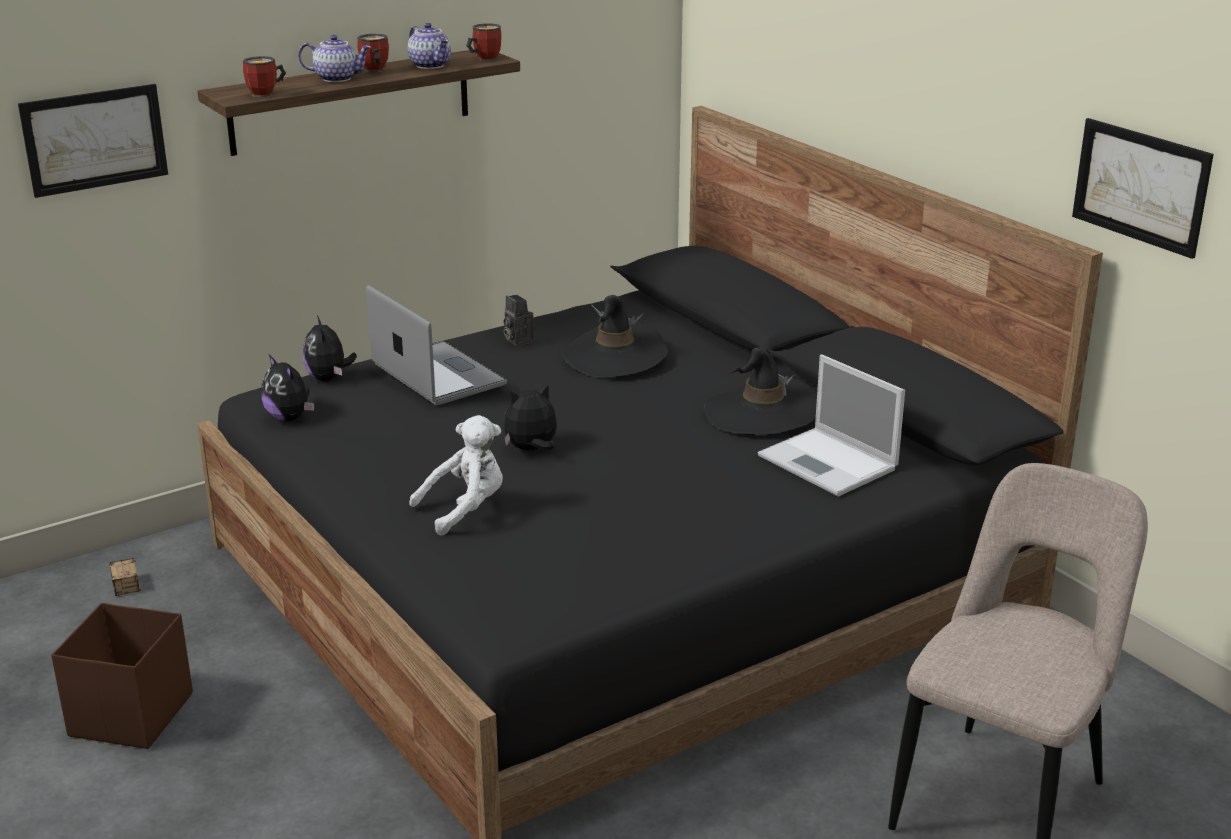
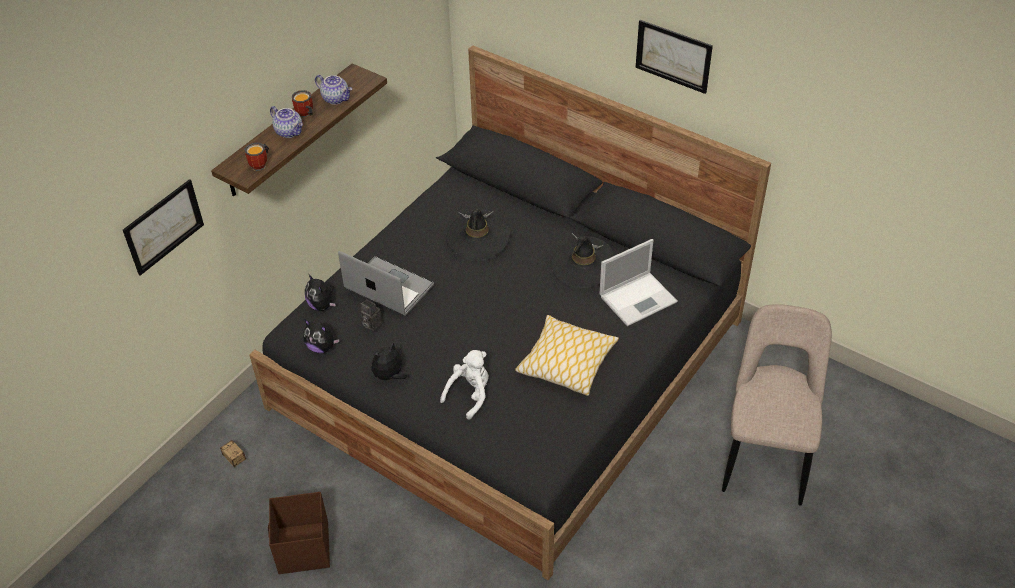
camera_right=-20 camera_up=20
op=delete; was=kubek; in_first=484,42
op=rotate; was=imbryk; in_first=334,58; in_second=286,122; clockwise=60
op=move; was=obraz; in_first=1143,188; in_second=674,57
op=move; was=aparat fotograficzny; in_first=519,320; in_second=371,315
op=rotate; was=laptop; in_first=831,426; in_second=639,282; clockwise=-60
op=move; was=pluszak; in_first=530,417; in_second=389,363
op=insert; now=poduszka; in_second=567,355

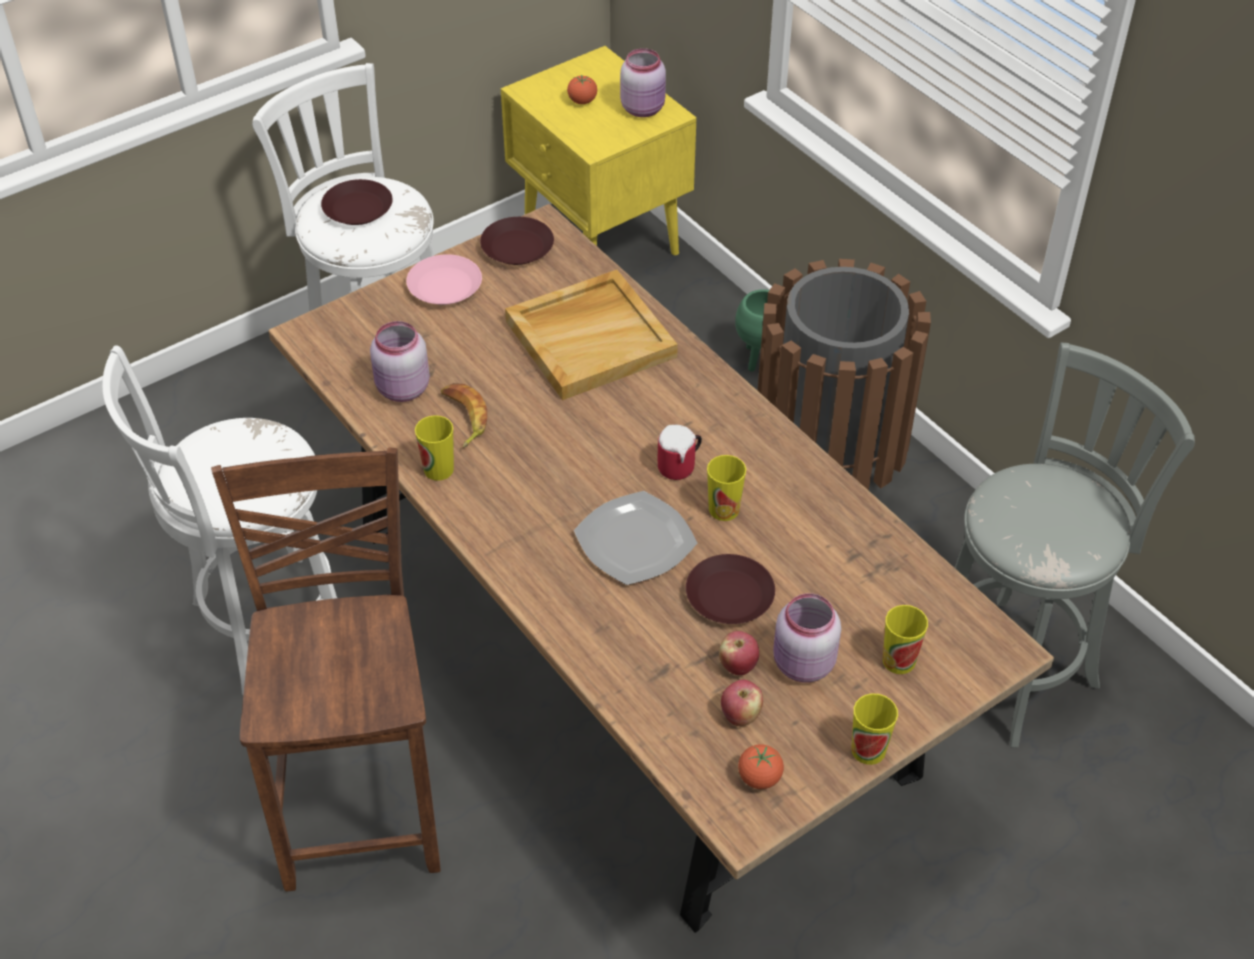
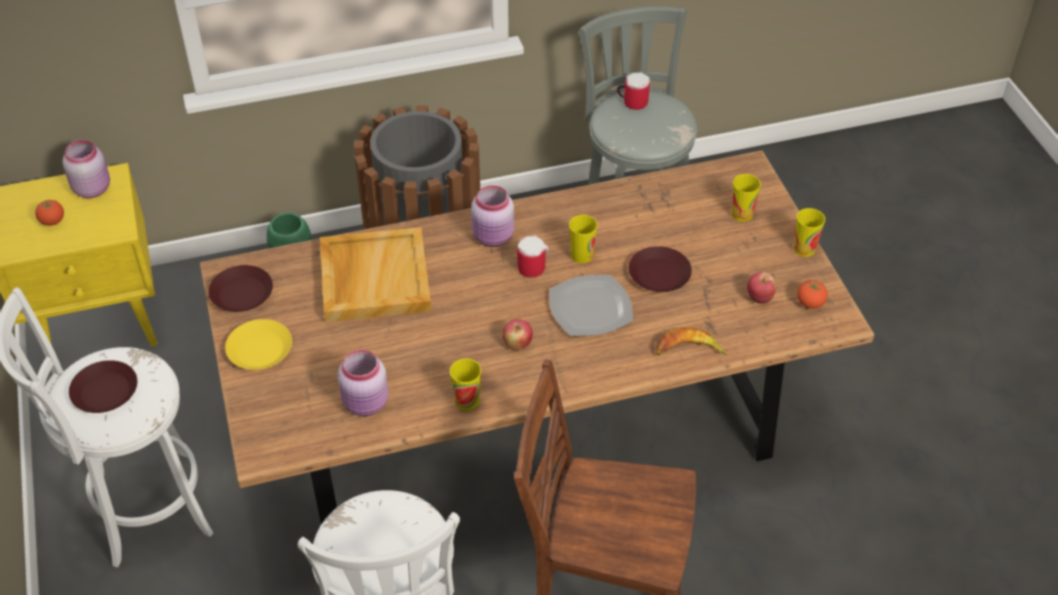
camera_right=-70 camera_up=0
op=recolor; was=talerz (różowy); now=talerz (żółty); in_first=444,279; in_second=258,344
op=move; was=banan; in_first=464,415; in_second=691,341
op=move; was=słoik (różowy); in_first=807,637; in_second=492,216
op=move; was=jabłko; in_first=739,653; in_second=518,334
op=insert; now=kubek; in_second=633,91

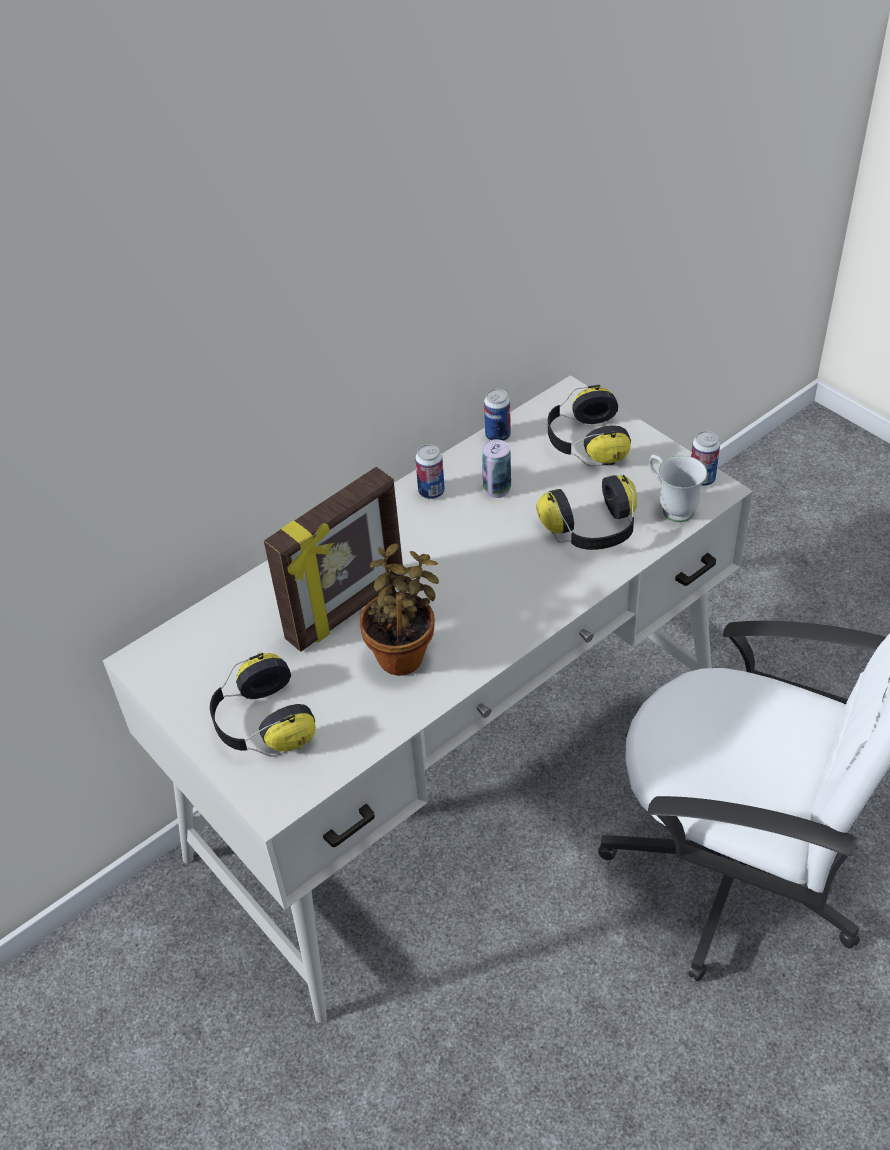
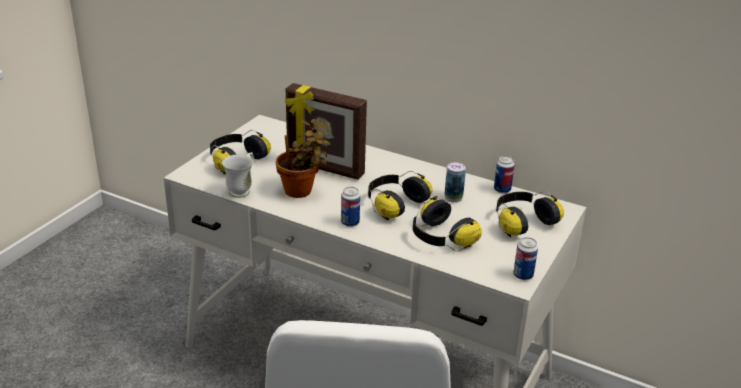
camera_right=65 camera_up=-15
op=move; was=puszka; in_first=430,471; in_second=350,207
op=move; was=kubek (biały); in_first=678,488; in_second=238,175
op=insert; now=słuchawki; in_second=400,195

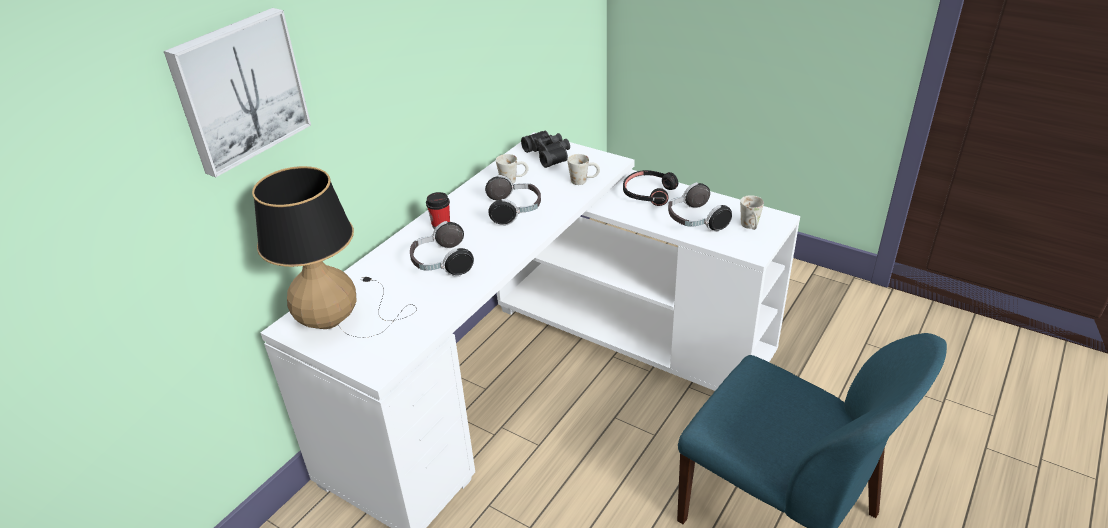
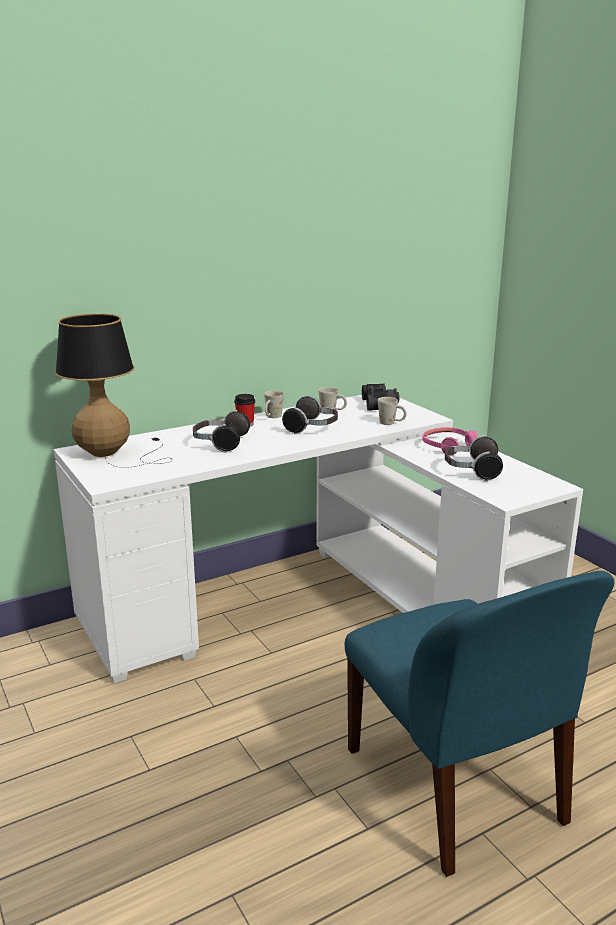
camera_right=25 camera_up=-15
op=delete; was=obraz; in_first=237,92
op=recolor; was=słuchawki (czarny); now=słuchawki (różowy); in_first=650,188; in_second=450,441
op=move; was=kubek (biały); in_first=752,212; in_second=274,404

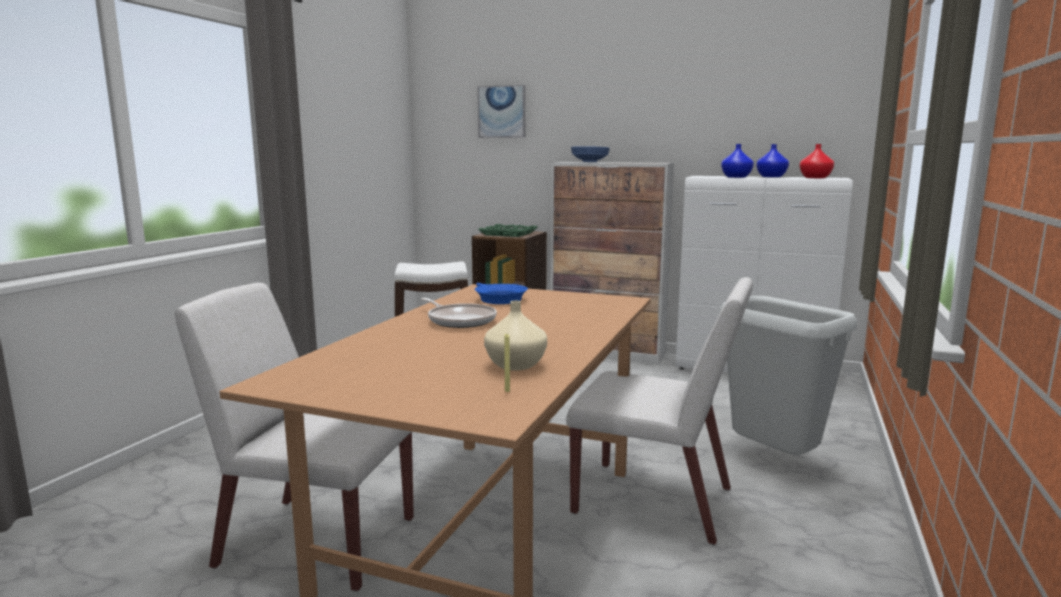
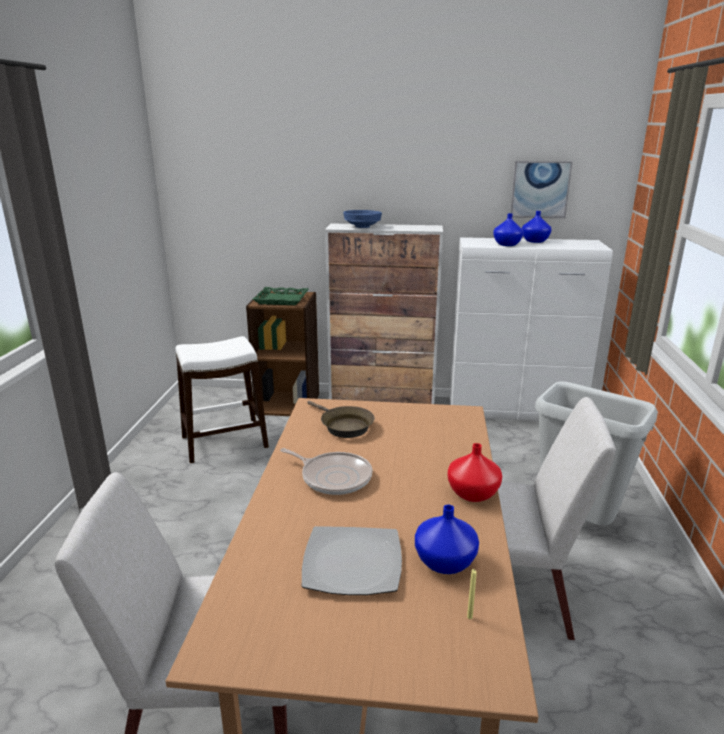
camera_right=-15 camera_up=10
op=move; was=obraz; in_first=501,111; in_second=541,189
op=move; was=wazon (czerwony); in_first=816,161; in_second=475,472
op=recolor; was=patelnia (niebieski); now=patelnia (brązowy); in_first=501,293; in_second=341,419
op=recolor; was=wazon (beżowy); now=wazon (niebieski); in_first=515,336; in_second=447,539
op=insert; now=talerz; in_second=352,560

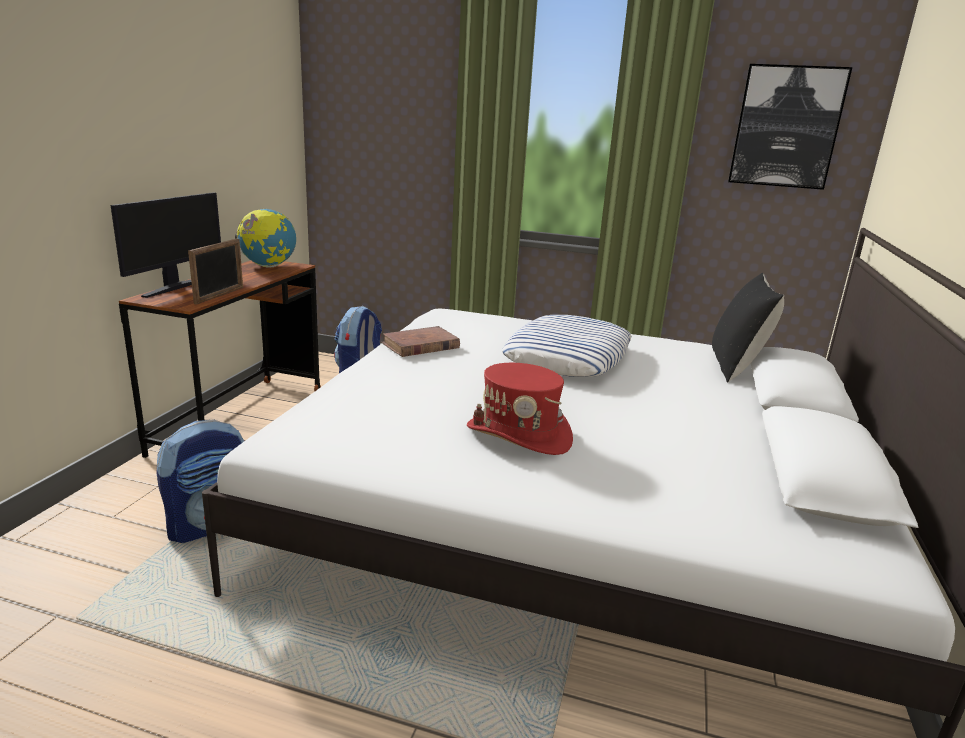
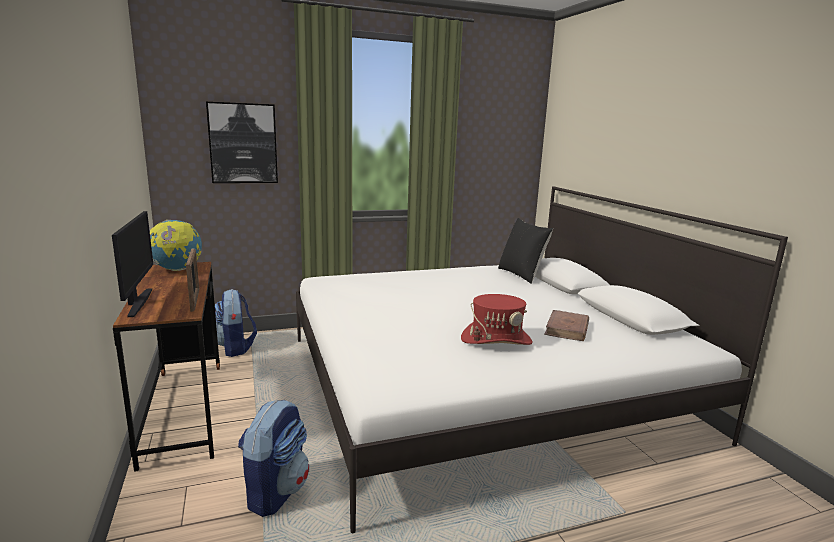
camera_right=-35 camera_up=-5
op=move; was=obraz; in_first=790,127; in_second=242,142
op=delete; was=poduszka; in_first=567,346
op=move; was=książka (brązowy); in_first=420,341; in_second=566,325

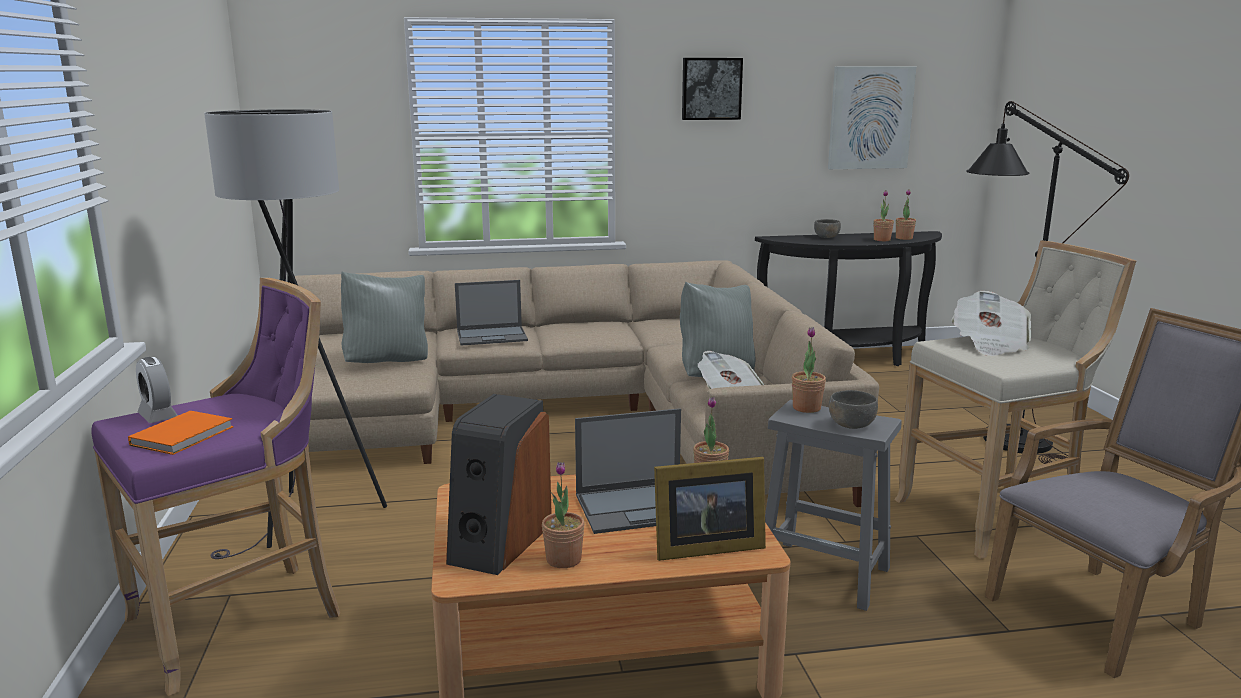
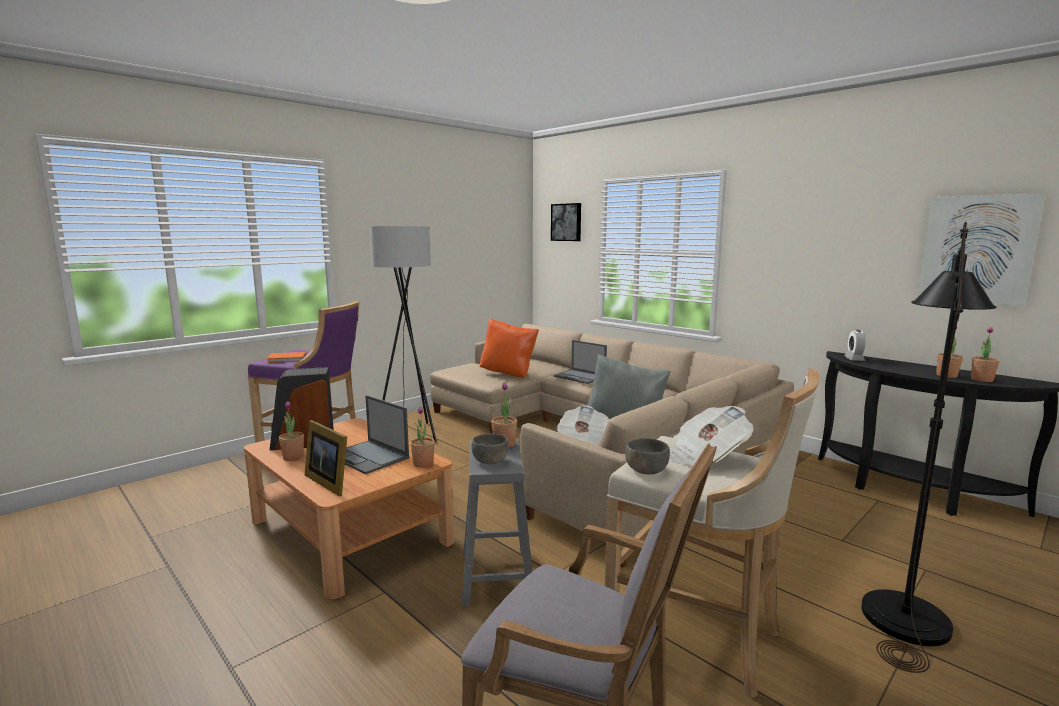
camera_right=55 camera_up=-5
op=move; was=obraz; in_first=712,89; in_second=566,222
op=move; was=miska (szary); in_first=827,228; in_second=647,456
op=recolor; was=poduszka (szary); now=poduszka (pomarańczowy); in_first=384,317; in_second=509,348
op=move; was=budzik; in_first=157,390; in_second=854,345

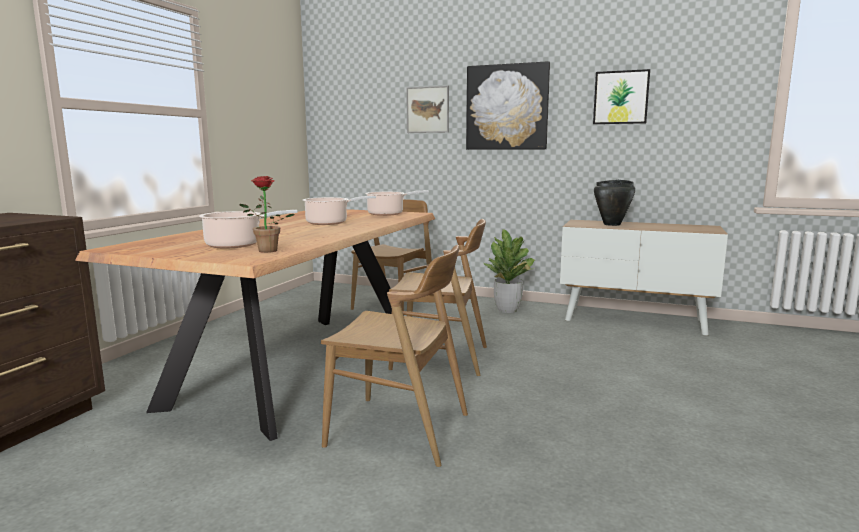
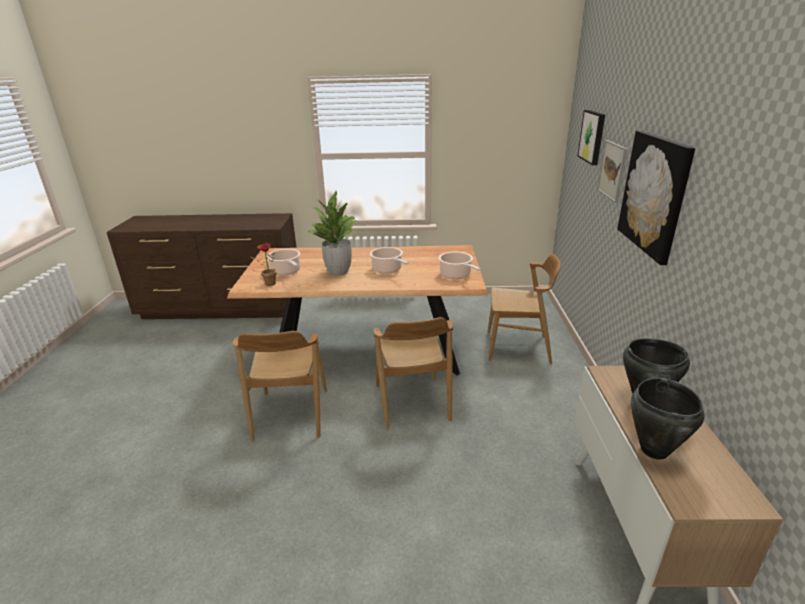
camera_right=70 camera_up=15
op=move; was=obraz; in_first=621,96; in_second=591,137
op=move; was=roślina doniczkowa; in_first=509,271; in_second=332,233
op=insert; now=garnek (czarny); in_second=667,418

